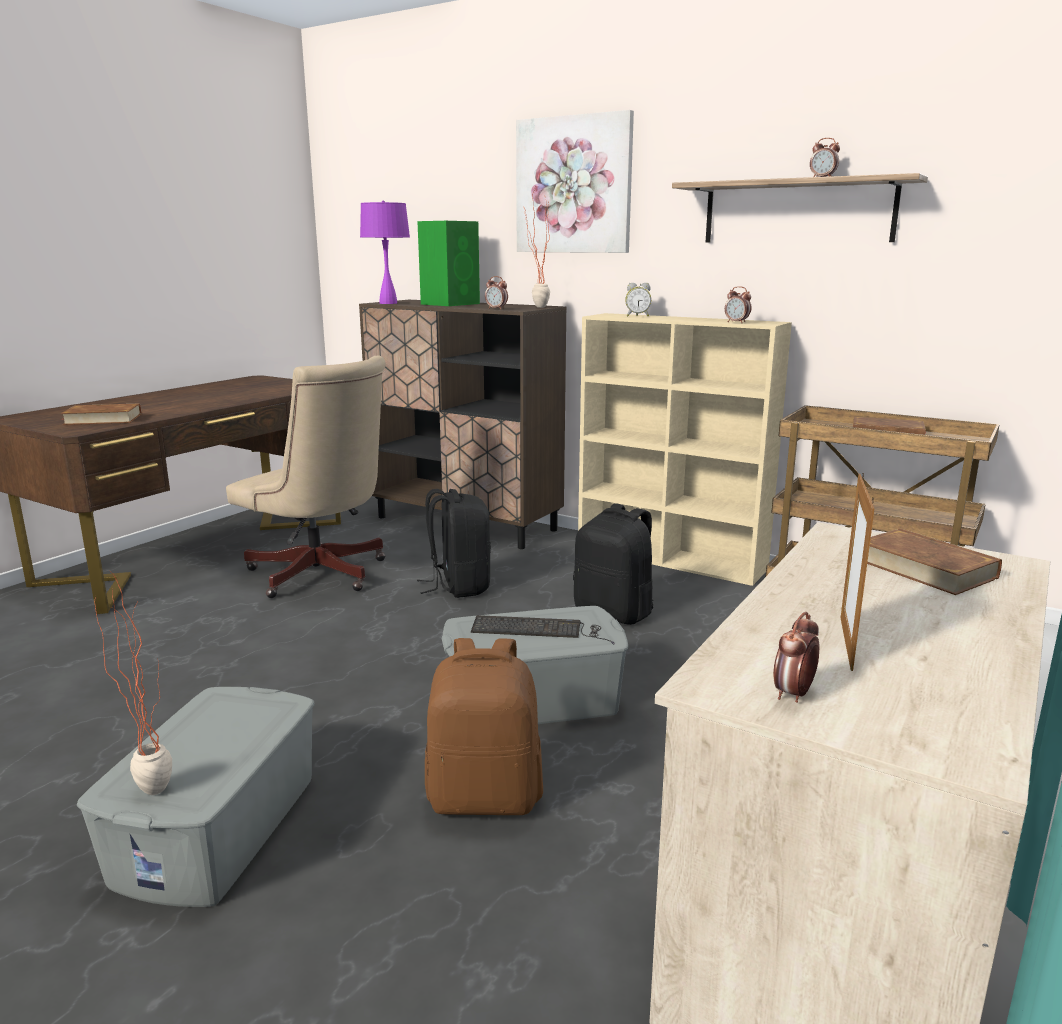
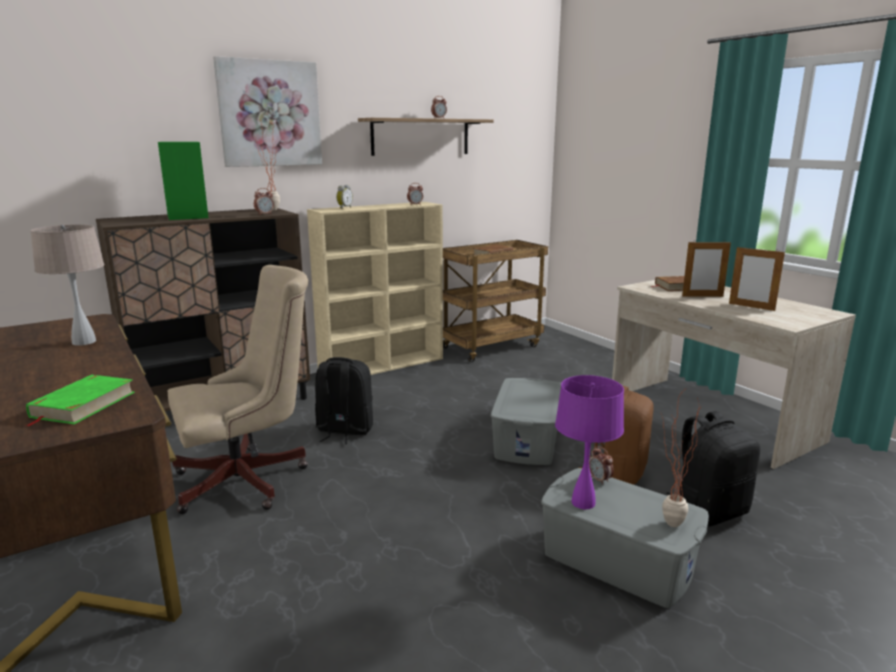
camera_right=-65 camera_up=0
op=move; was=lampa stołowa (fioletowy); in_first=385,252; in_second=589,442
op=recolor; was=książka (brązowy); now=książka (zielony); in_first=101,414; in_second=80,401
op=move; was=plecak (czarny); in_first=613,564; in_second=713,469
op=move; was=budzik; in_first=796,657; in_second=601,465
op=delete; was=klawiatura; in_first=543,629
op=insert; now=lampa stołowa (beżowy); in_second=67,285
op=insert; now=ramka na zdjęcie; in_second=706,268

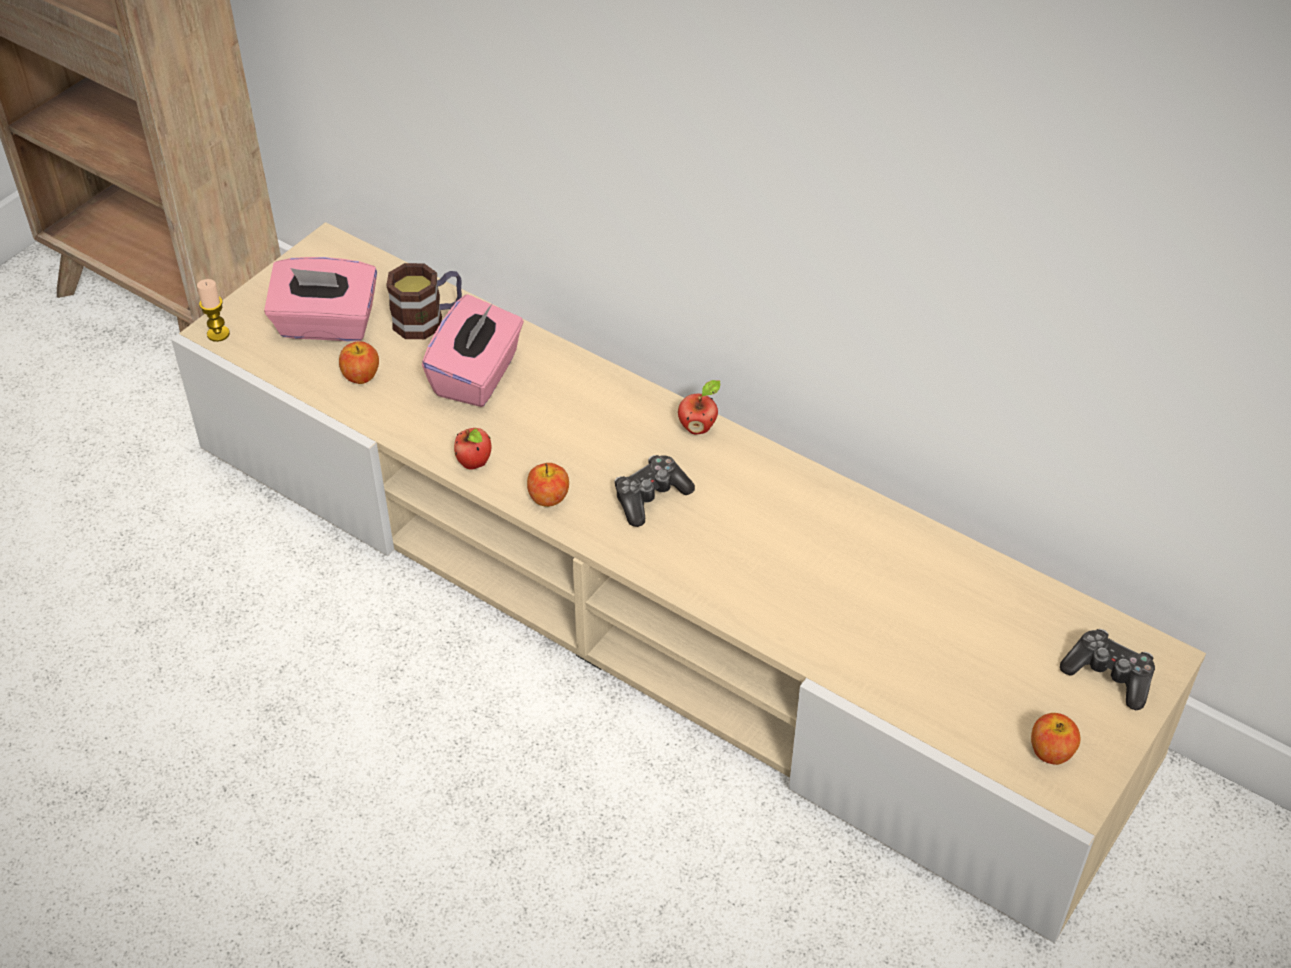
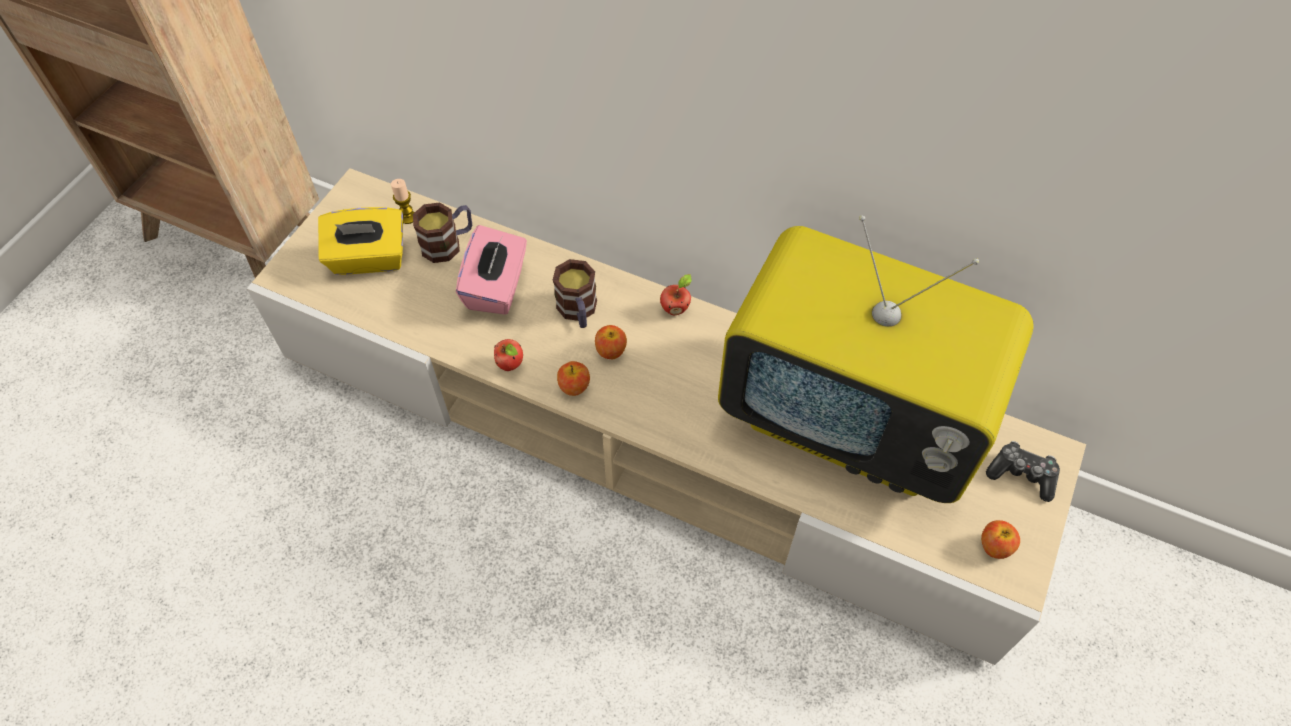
camera_right=-10 camera_up=10
op=recolor; was=pudełko chusteczek (różowy); now=pudełko chusteczek (żółty); in_first=320,299; in_second=360,241
op=move; was=świeca; in_first=213,310; in_second=403,201
op=move; was=jabłko; in_first=359,362; in_second=611,342
op=delete; was=pad do gier; in_first=654,491
op=insert; now=telewizor; in_second=876,359
op=insert; now=kubek; in_second=575,293

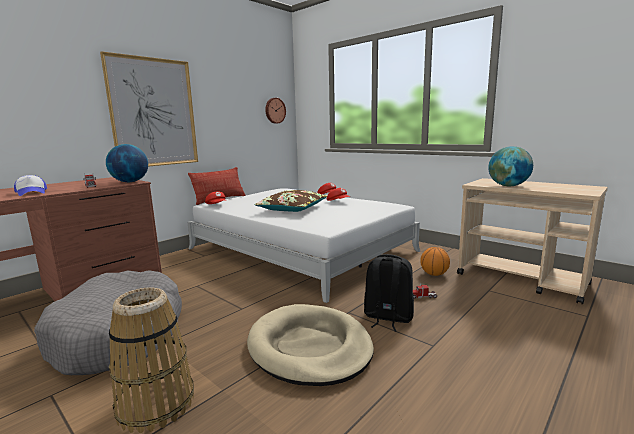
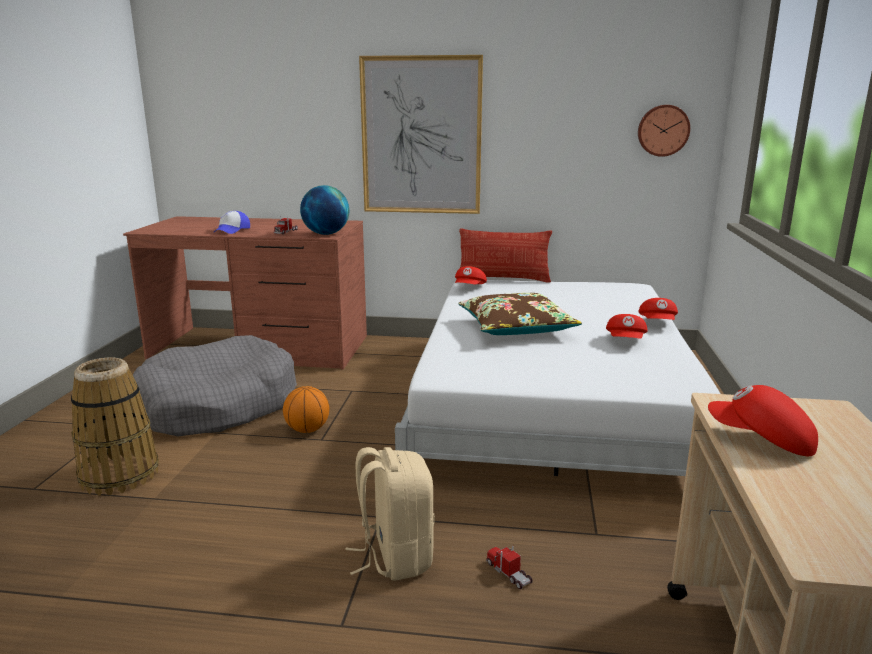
camera_right=55 camera_up=5
op=replace; was=globus; now=czapka z daszkiem (czerwony); in_first=510,166; in_second=763,420
op=move; was=piłka do koszykówki; in_first=435,261; in_second=306,409
op=recolor; was=plecak (czarny); now=plecak (beżowy); in_first=389,292; in_second=390,514
op=delete; was=legowisko (beżowy); in_first=310,345

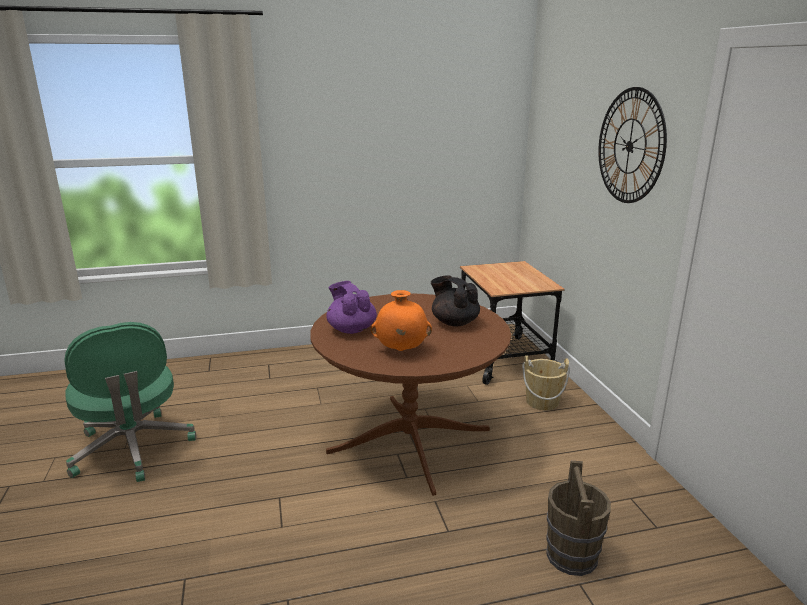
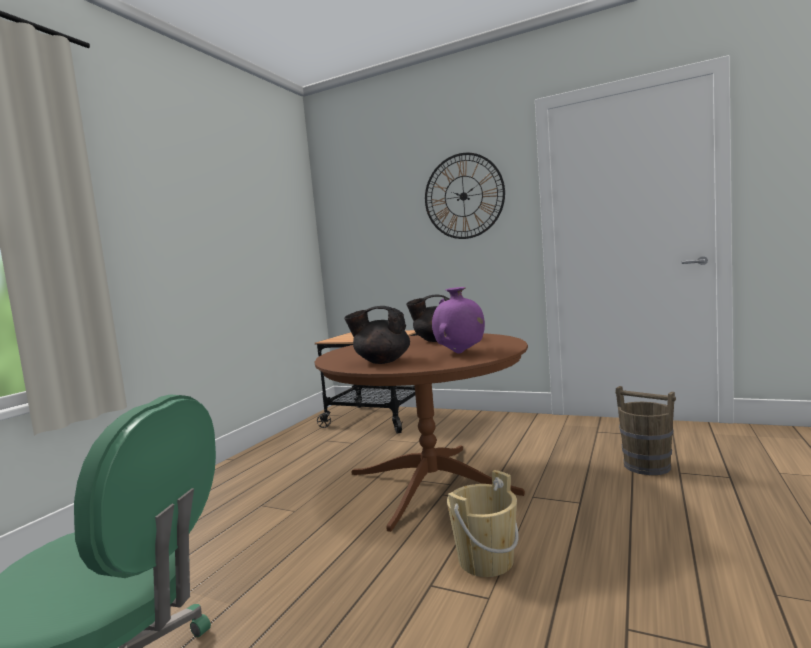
camera_right=-50 camera_up=-15
op=recolor; was=imbryk (fioletowy); now=imbryk (czarny); in_first=351,307; in_second=377,335
op=recolor; was=wazon (pomarańczowy); now=wazon (fioletowy); in_first=401,320; in_second=458,320
op=move; was=wiadro (beżowy); in_first=546,382; in_second=483,523

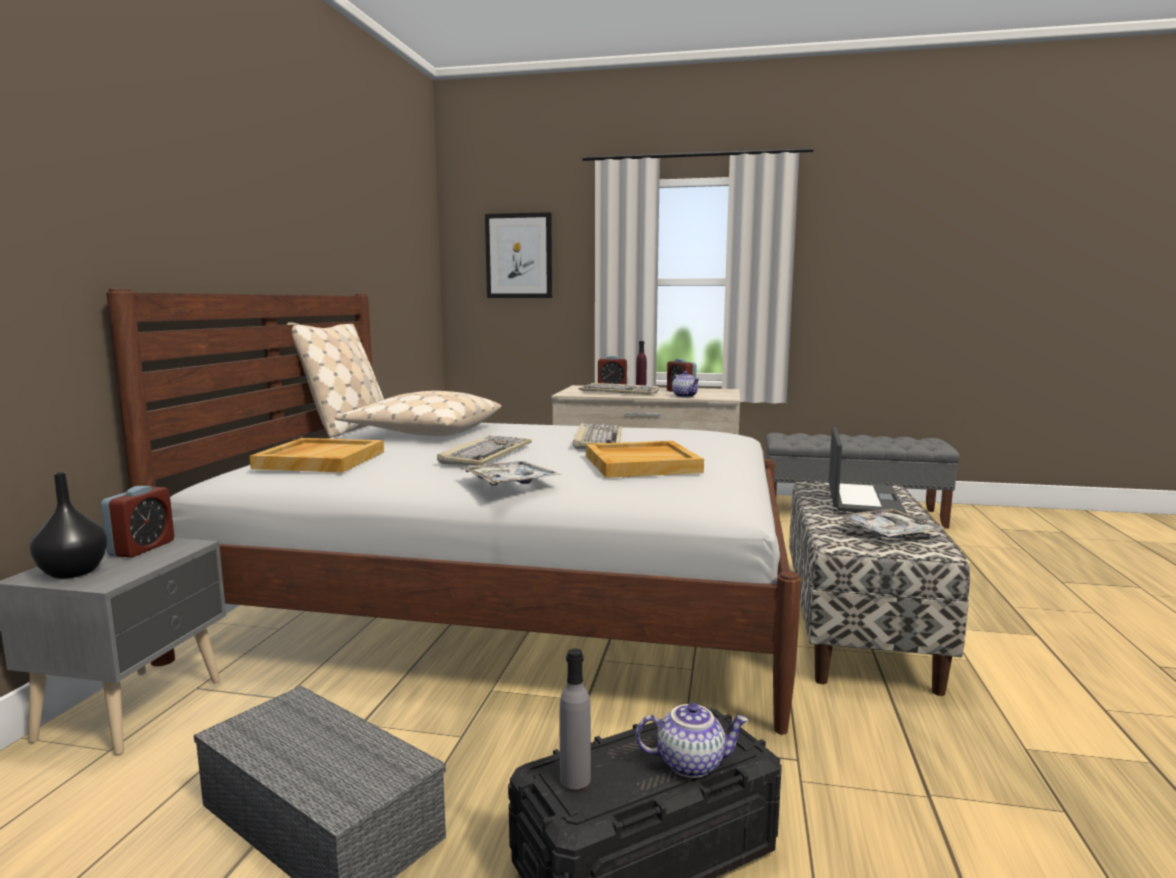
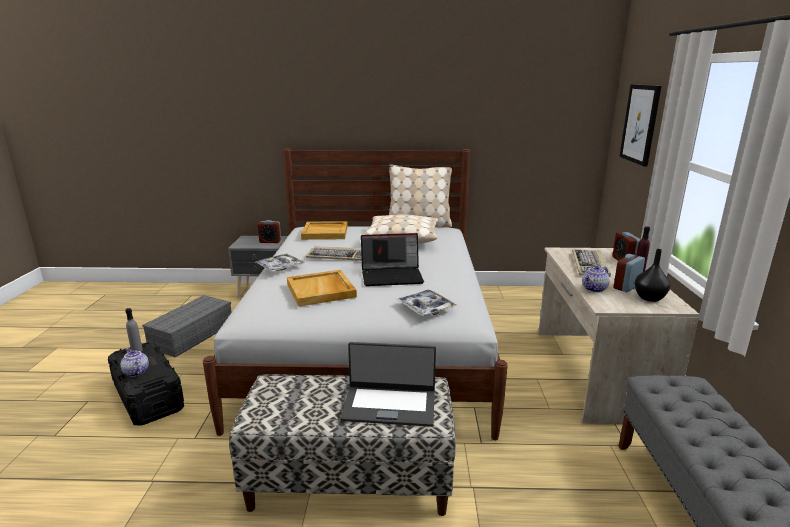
camera_right=80 camera_up=10
op=replace; was=klawiatura; now=laptop; in_first=597,436; in_second=392,259
op=move; was=wazon (czarny); in_first=69,525; in_second=653,275
op=move; was=taca; in_first=891,523; in_second=426,303
op=rotate; was=imbryk; in_first=692,740; in_second=135,362; clockwise=150

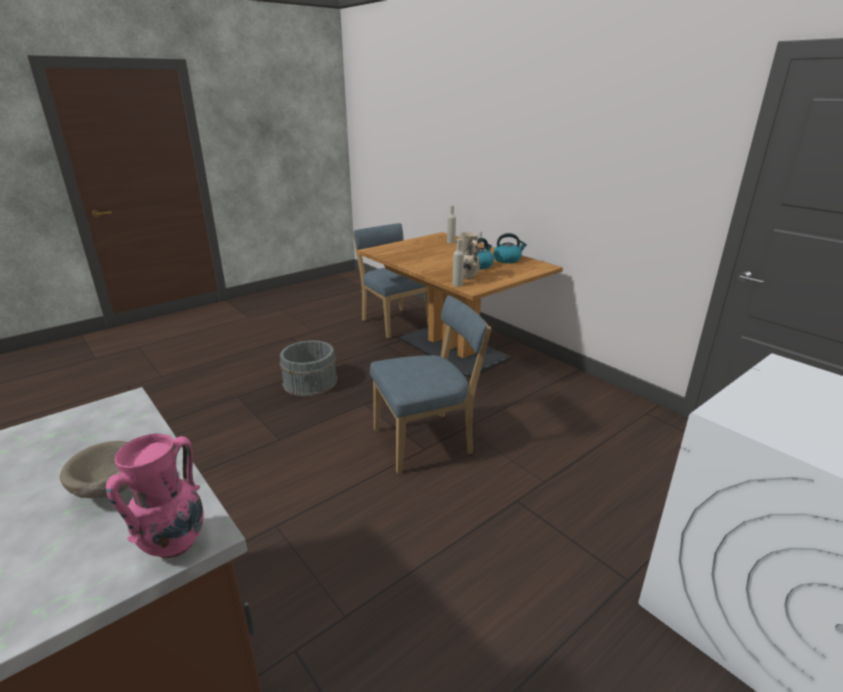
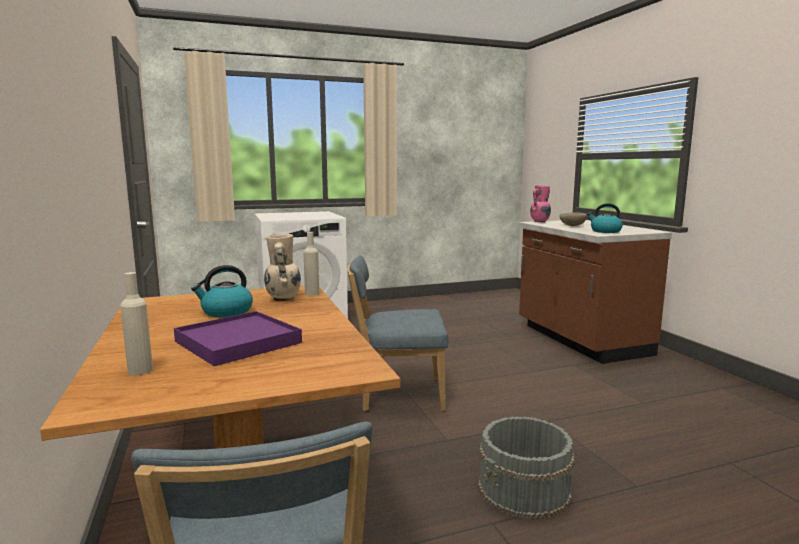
camera_right=-160 camera_up=-15
op=move; was=czajnik; in_first=510,248; in_second=605,218
op=insert; now=taca (fioletowy); in_second=238,338

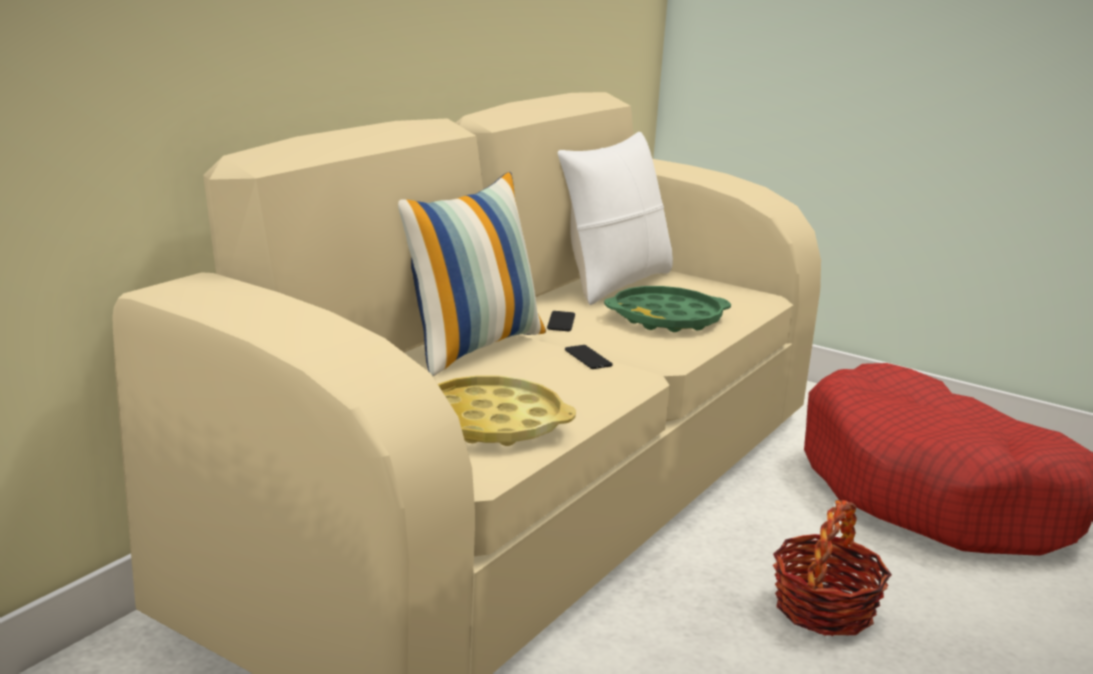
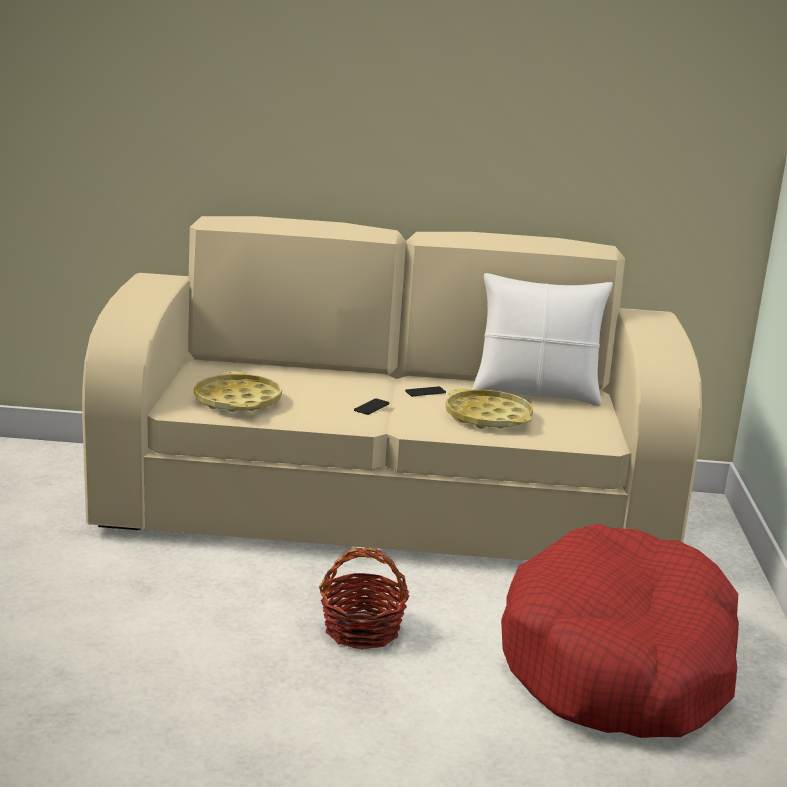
camera_right=60 camera_up=0
op=delete; was=poduszka; in_first=472,274
op=recolor; was=taca (zielony); now=taca (żółty); in_first=667,309; in_second=489,409

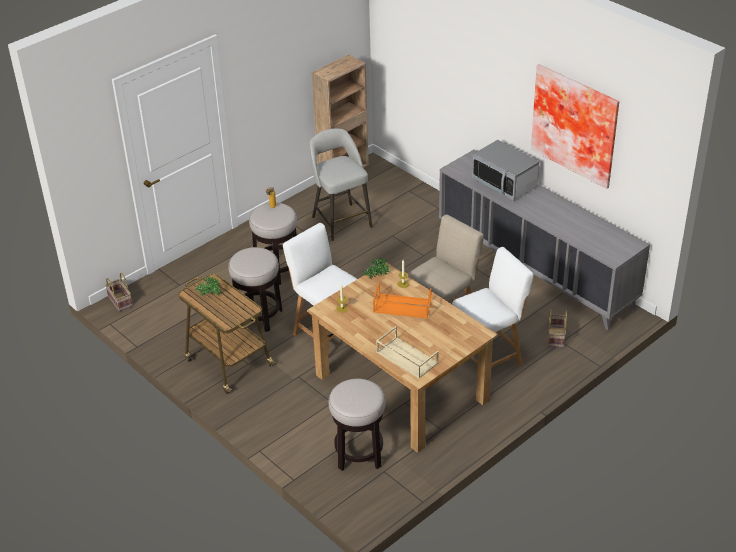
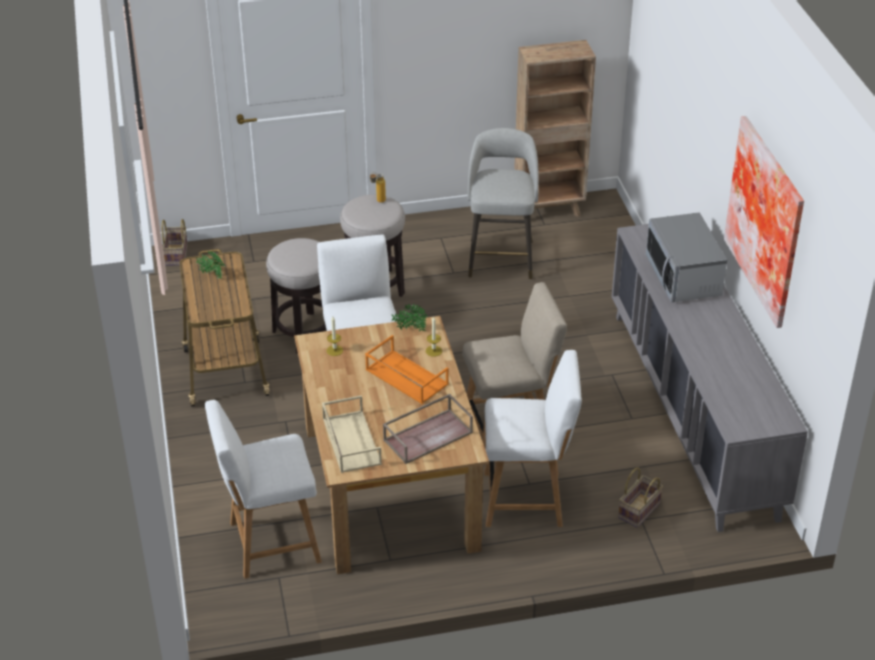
camera_right=30 camera_up=0
op=replace; was=stołek; now=krzesło (biały); in_first=357,425; in_second=263,489
op=insert; now=taca (brązowy); in_second=428,429

